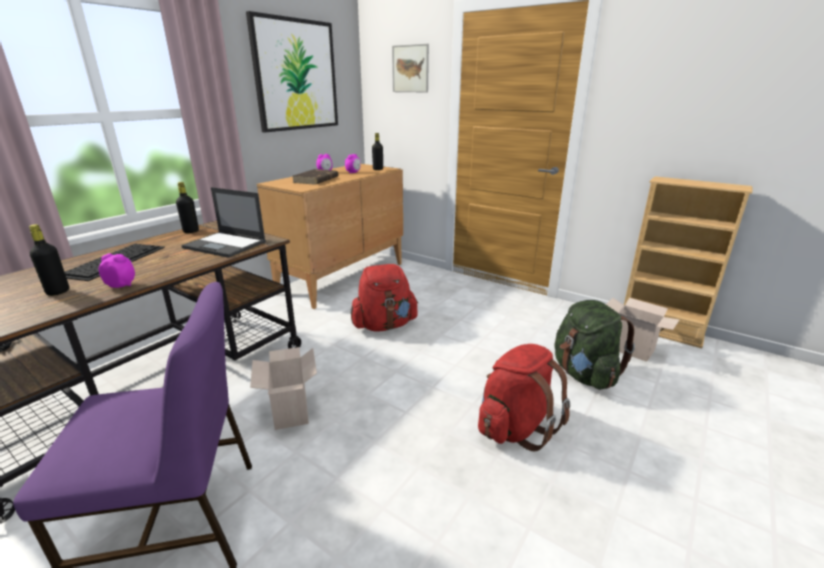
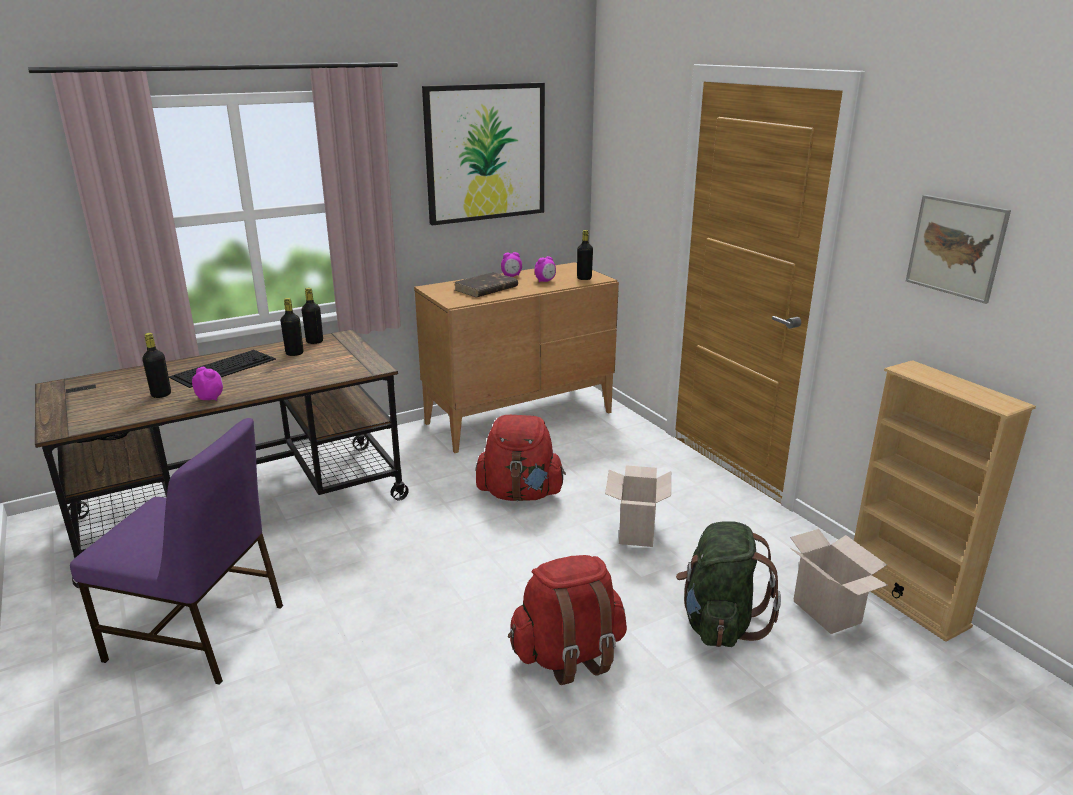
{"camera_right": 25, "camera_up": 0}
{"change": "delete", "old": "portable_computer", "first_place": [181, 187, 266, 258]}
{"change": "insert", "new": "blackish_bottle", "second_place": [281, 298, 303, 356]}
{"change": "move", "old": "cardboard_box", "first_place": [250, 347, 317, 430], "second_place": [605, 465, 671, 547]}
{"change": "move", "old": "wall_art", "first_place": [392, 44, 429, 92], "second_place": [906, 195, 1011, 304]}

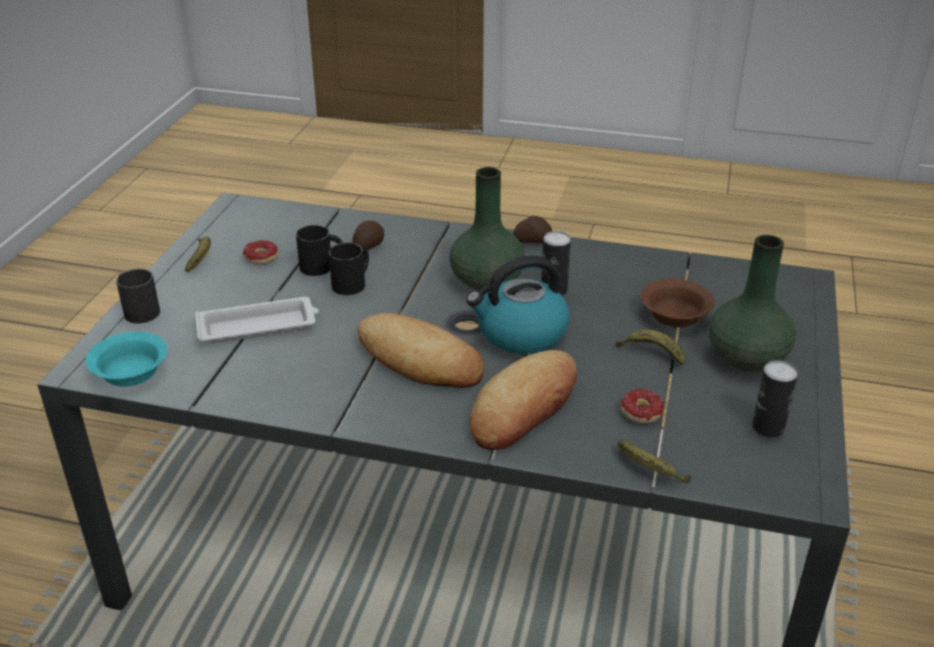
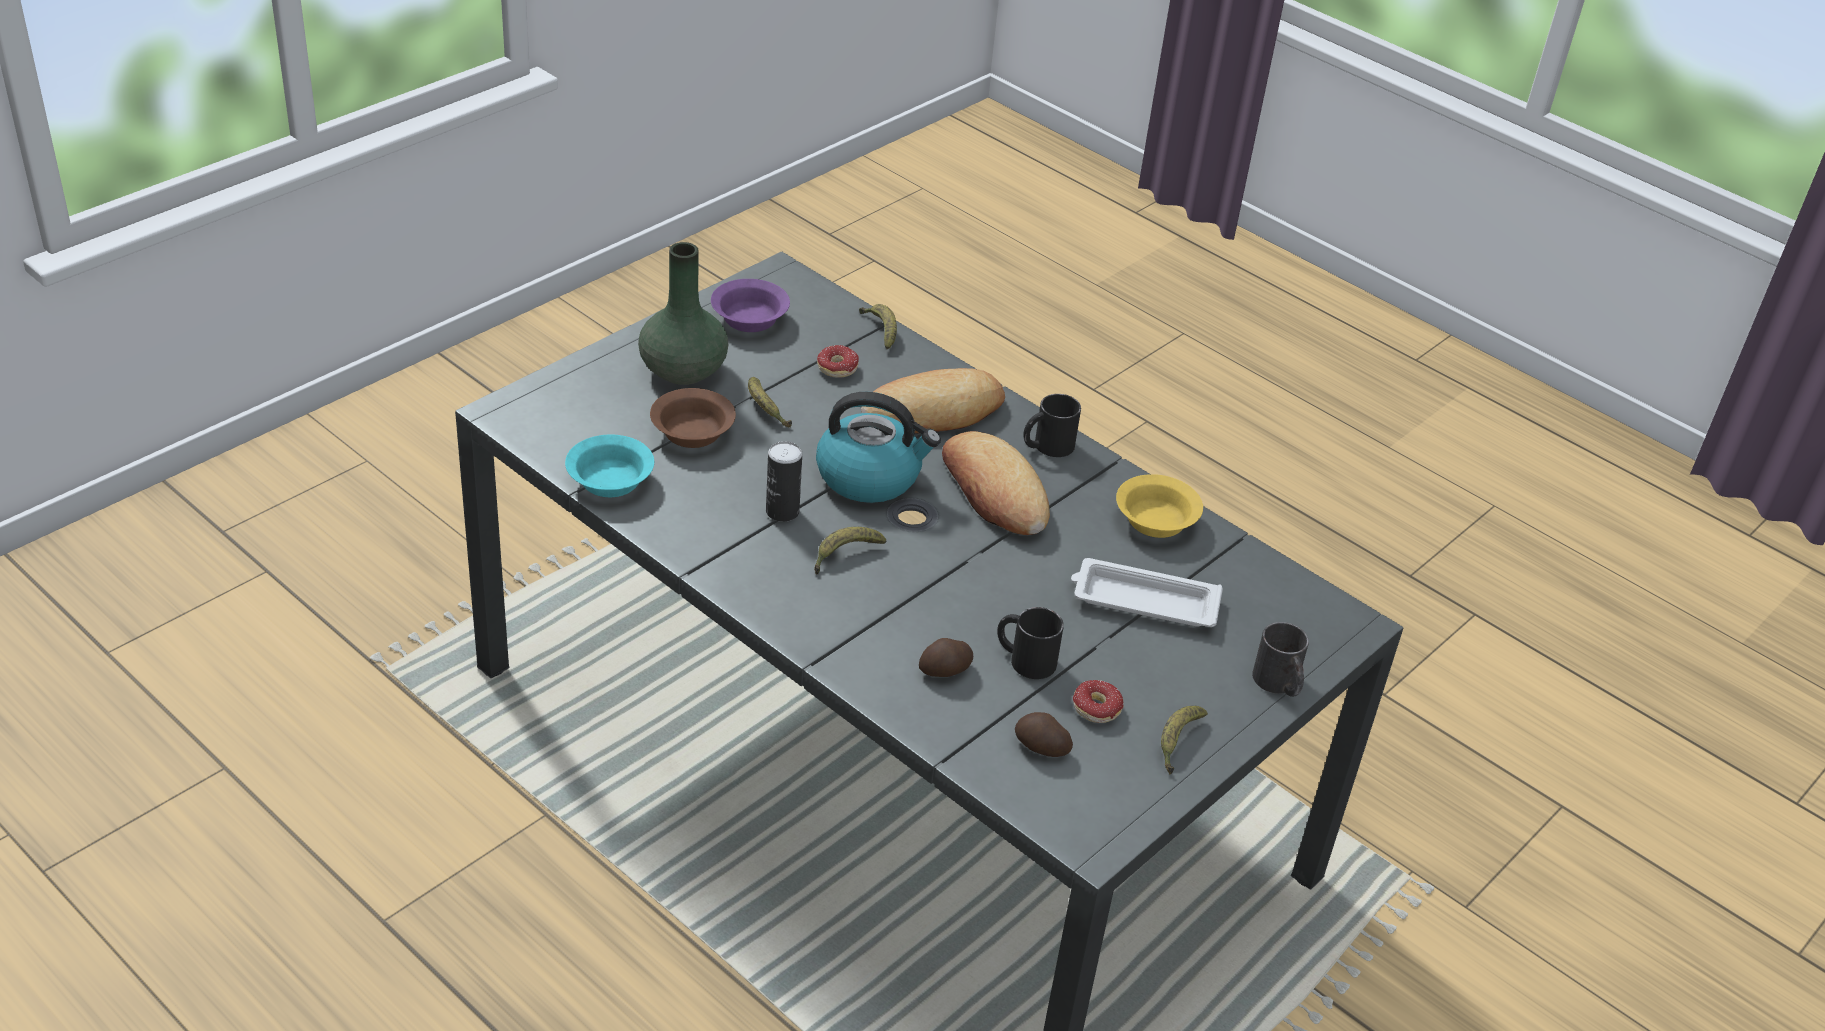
{"camera_right": -155, "camera_up": 5}
{"change": "insert", "new": "yellow_bowl", "second_place": [1116, 474, 1203, 538]}
{"change": "move", "old": "turquoise-coloured_bowl", "first_place": [86, 332, 167, 387], "second_place": [565, 435, 654, 497]}
{"change": "move", "old": "blackish_coffee_mug", "first_place": [329, 243, 369, 295], "second_place": [1023, 394, 1081, 457]}
{"change": "move", "old": "whole_potato", "first_place": [513, 216, 552, 243], "second_place": [1015, 712, 1073, 757]}
{"change": "replace", "old": "greenish_vase", "new": "whole_banana", "first_place": [449, 167, 525, 291], "second_place": [814, 527, 886, 575]}
{"change": "replace", "old": "can", "new": "purplish_bowl", "first_place": [752, 360, 798, 437], "second_place": [711, 279, 790, 332]}

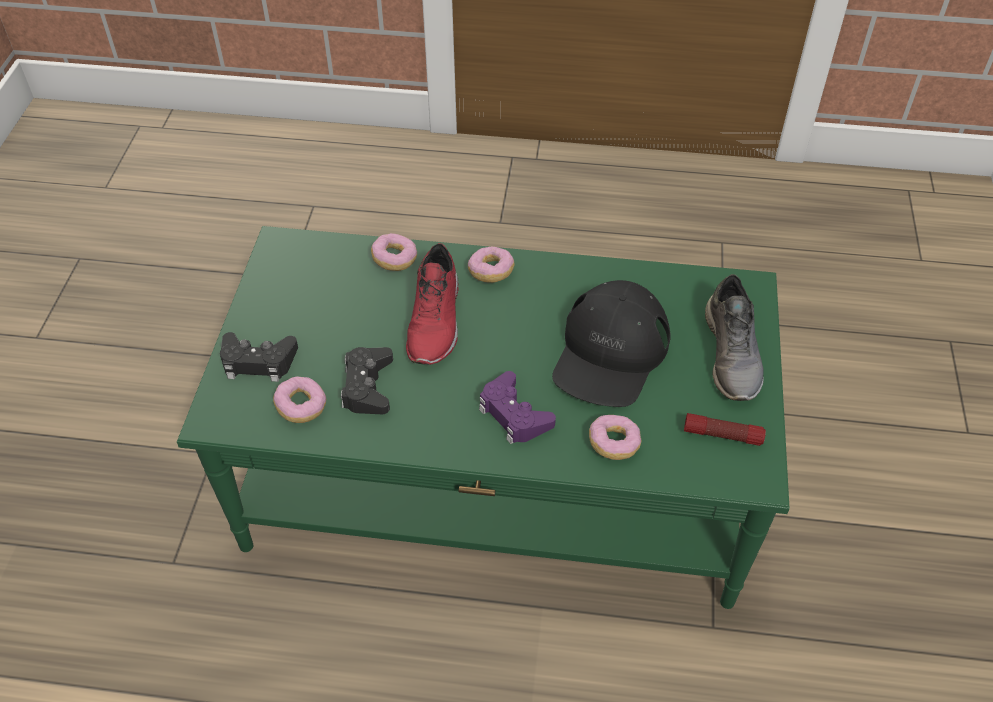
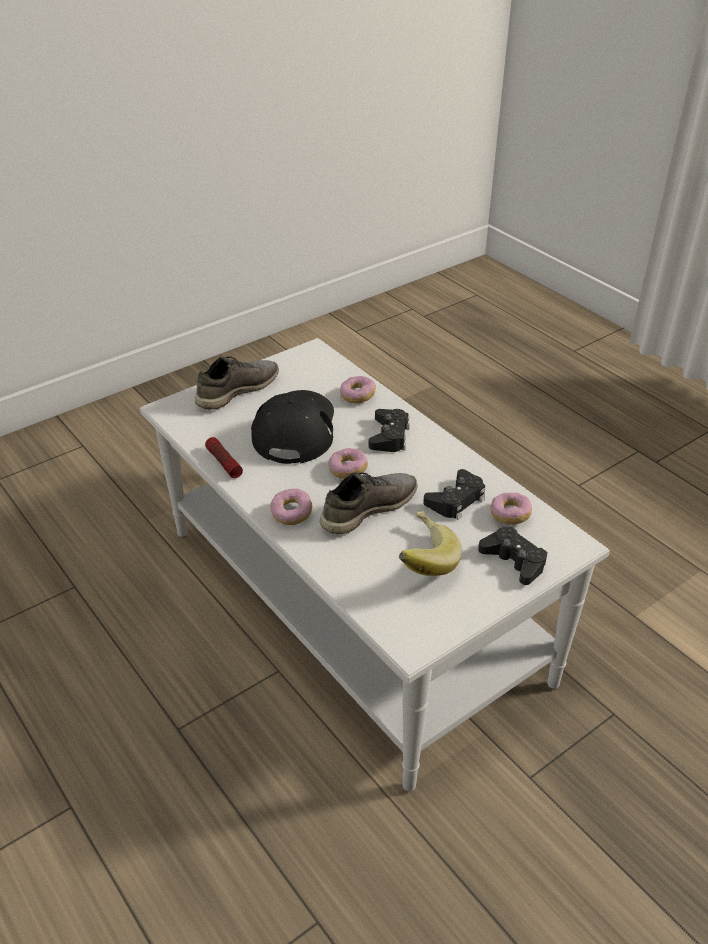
{"camera_right": -135, "camera_up": -10}
{"change": "insert", "new": "whole_banana", "second_place": [399, 511, 462, 576]}
{"change": "move", "old": "donut", "first_place": [371, 233, 417, 271], "second_place": [328, 448, 368, 479]}
{"change": "move", "old": "torch", "first_place": [684, 413, 766, 446], "second_place": [205, 437, 243, 478]}
{"change": "recolor", "old": "greenish_lounge_table", "new": "white-coloured_lounge_table", "first_place": [177, 226, 790, 609], "second_place": [140, 338, 610, 792]}
{"change": "recolor", "old": "reddish_item_of_footwear", "new": "gray_item_of_footwear", "first_place": [406, 243, 459, 365], "second_place": [320, 472, 418, 534]}
{"change": "recolor", "old": "purplish_gamepad", "new": "blackish_gamepad", "first_place": [479, 371, 556, 444], "second_place": [368, 409, 410, 452]}
{"change": "rotate", "old": "blackish_cap", "first_place": [552, 280, 671, 407], "second_place": [251, 390, 334, 464], "degrees": -60}

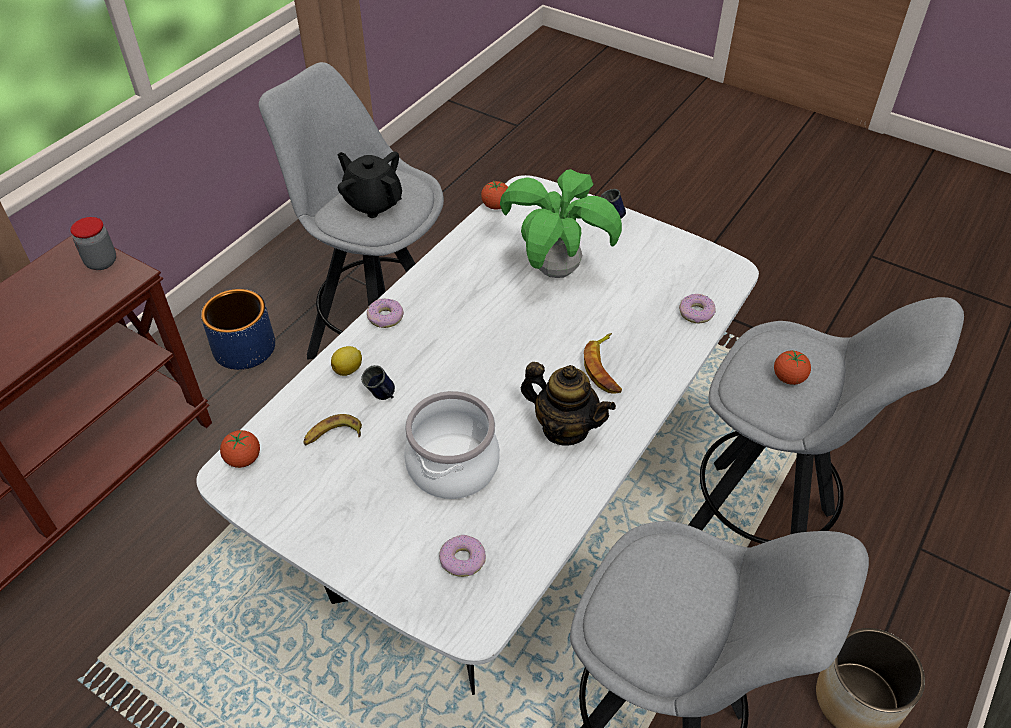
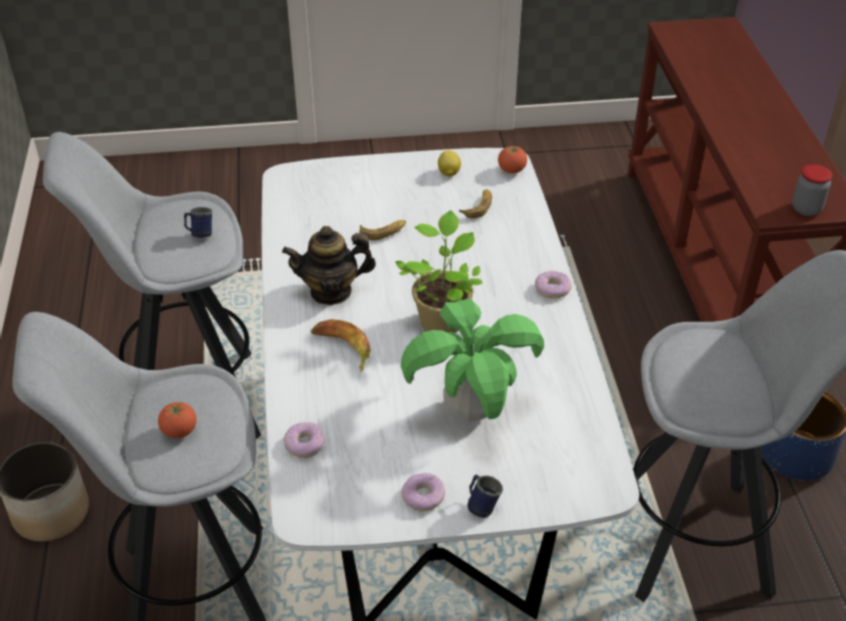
{"camera_right": 140, "camera_up": -5}
{"change": "delete", "old": "blackish_pot_for_tea", "first_place": [337, 152, 402, 218]}
{"change": "delete", "old": "fresh_tomato", "first_place": [481, 181, 508, 210]}
{"change": "insert", "new": "plant_in_a_pot", "second_place": [395, 210, 482, 333]}
{"change": "move", "old": "lemon", "first_place": [331, 346, 362, 376], "second_place": [438, 150, 461, 176]}
{"change": "move", "old": "blue-coloured_coffee_mug", "first_place": [361, 365, 395, 400], "second_place": [184, 207, 212, 238]}
{"change": "move", "old": "donut", "first_place": [439, 535, 486, 577], "second_place": [401, 473, 445, 511]}
{"change": "replace", "old": "saucepot", "new": "whole_banana", "first_place": [404, 391, 500, 499], "second_place": [359, 220, 406, 241]}

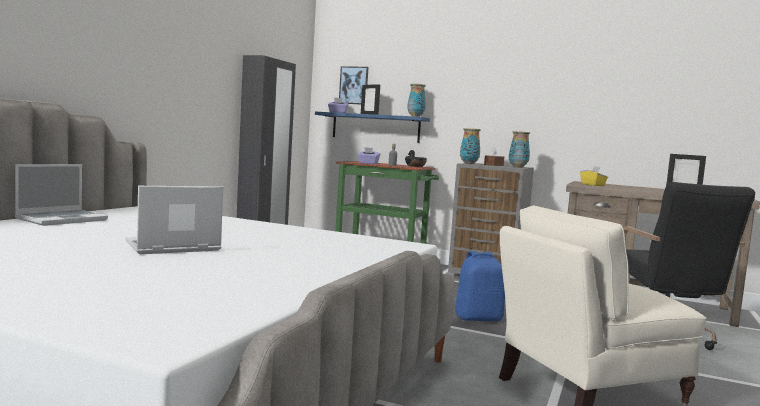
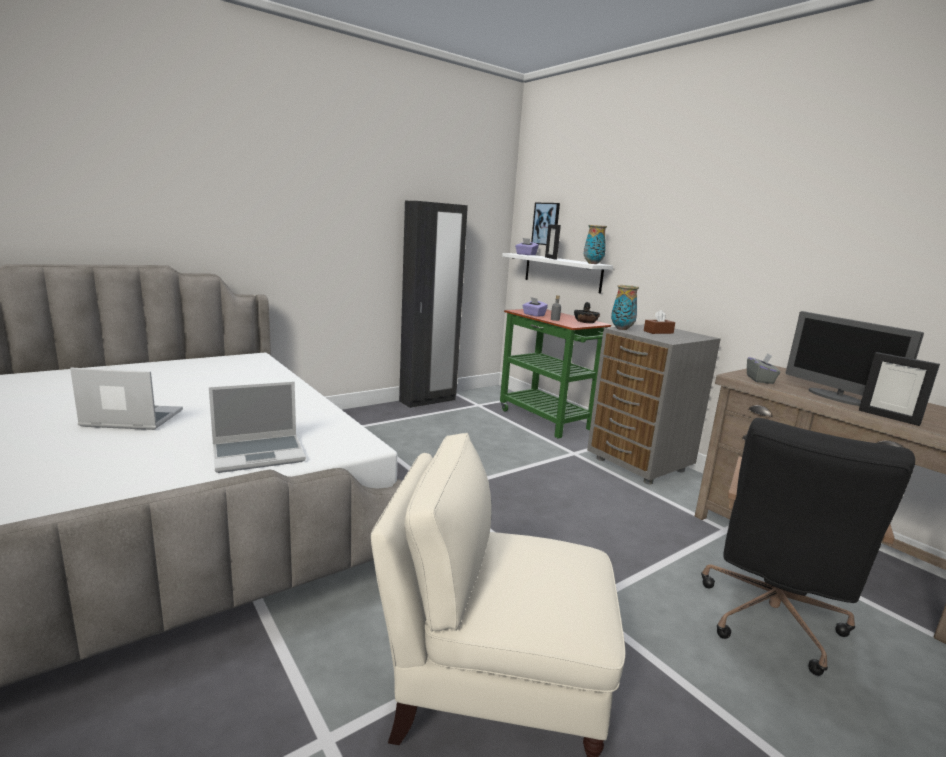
{"camera_right": 30, "camera_up": 10}
{"change": "delete", "old": "blue-coloured_backpack", "first_place": [455, 251, 505, 321]}
{"change": "delete", "old": "vase", "first_place": [509, 131, 530, 168]}
{"change": "insert", "new": "computer_display", "second_place": [785, 311, 924, 406]}
{"change": "move", "old": "portable_computer", "first_place": [15, 164, 108, 226], "second_place": [209, 382, 306, 473]}
{"change": "recolor", "old": "blue-coloured_wall_shelf", "new": "white-coloured_wall_shelf", "first_place": [315, 112, 430, 143], "second_place": [502, 253, 613, 294]}
{"change": "recolor", "old": "yellow_tissue_holder", "new": "gray_tissue_holder", "first_place": [580, 166, 608, 186], "second_place": [747, 353, 780, 384]}

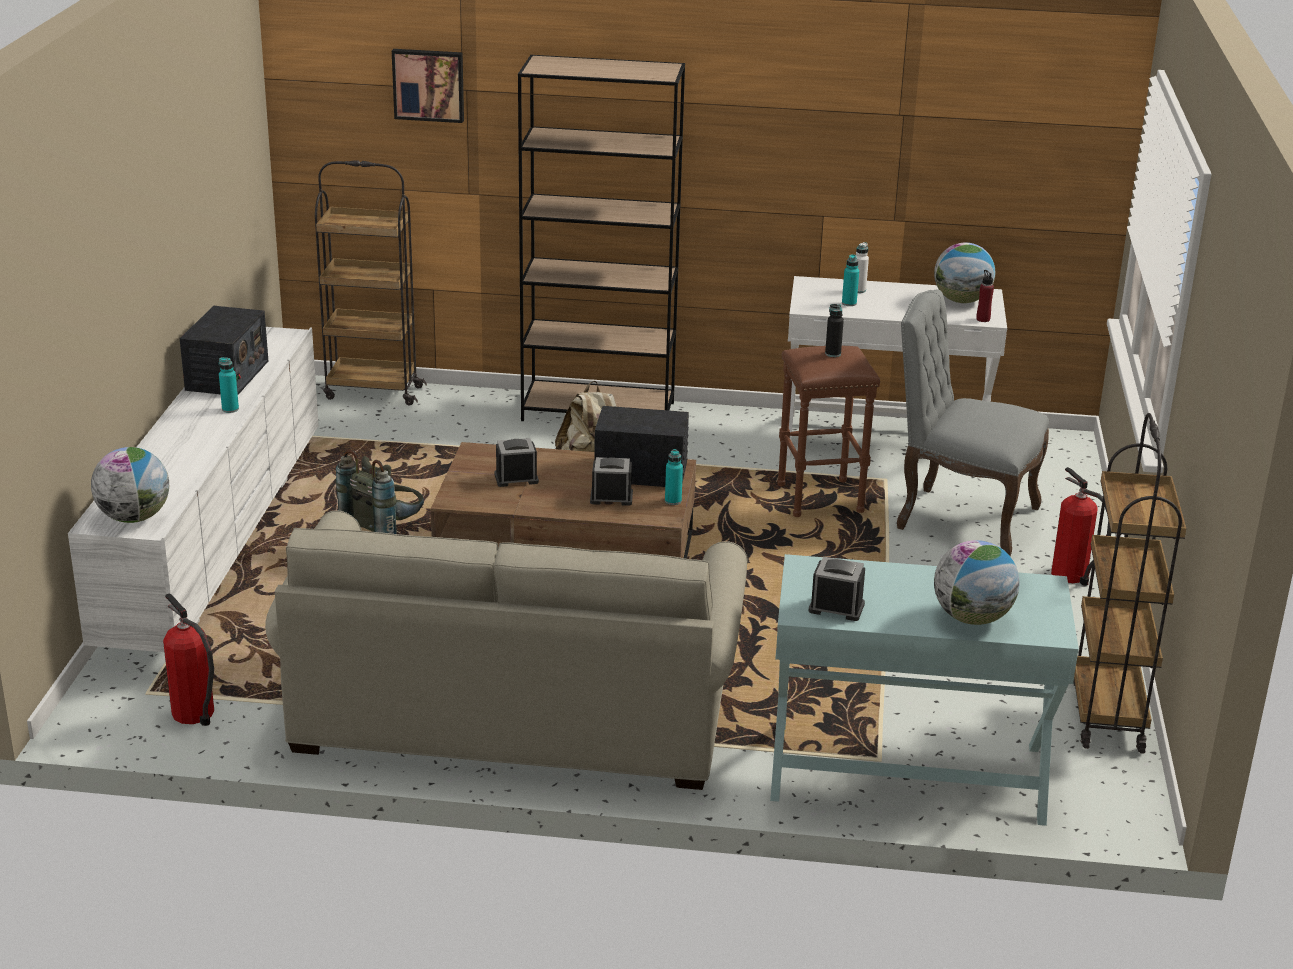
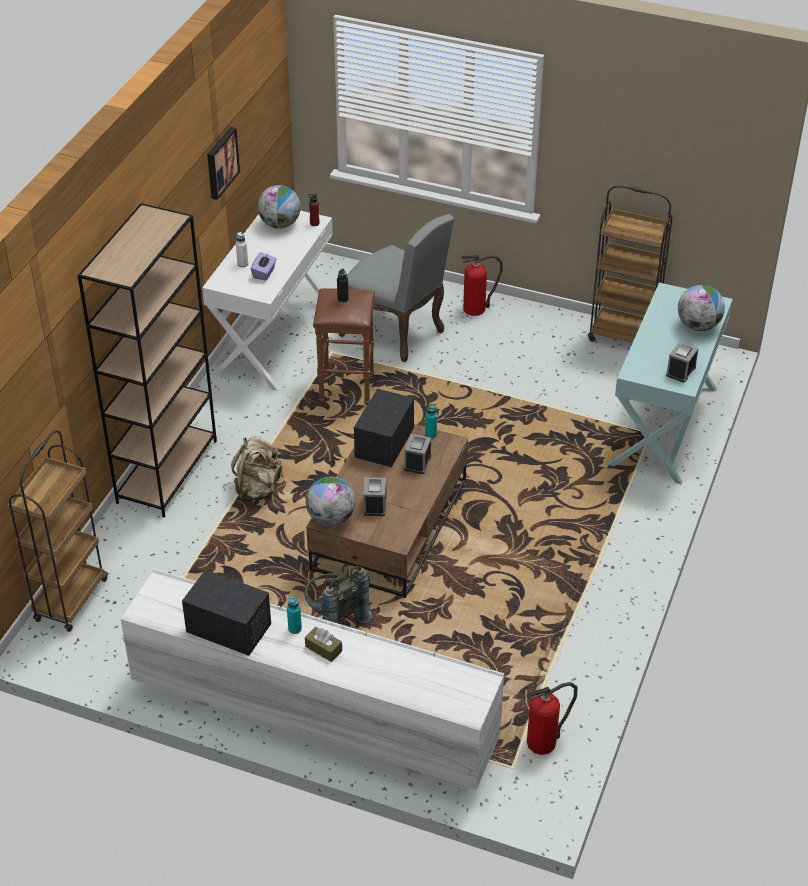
{"camera_right": -75, "camera_up": 15}
{"change": "delete", "old": "sand-coloured_couch", "first_place": [265, 510, 748, 790]}
{"change": "insert", "new": "brown-coloured_tissue_holder", "second_place": [305, 627, 342, 662]}
{"change": "move", "old": "globe", "first_place": [91, 447, 169, 523], "second_place": [306, 477, 356, 526]}
{"change": "move", "old": "wall_art", "first_place": [392, 49, 464, 123], "second_place": [207, 127, 240, 200]}
{"change": "replace", "old": "turquoise-coloured_bottle", "new": "purplish_tissue_holder", "first_place": [842, 254, 859, 306], "second_place": [251, 252, 276, 281]}
{"change": "rotate", "old": "gray_chair", "first_place": [897, 289, 1049, 556], "second_place": [339, 214, 454, 362], "degrees": -90}

